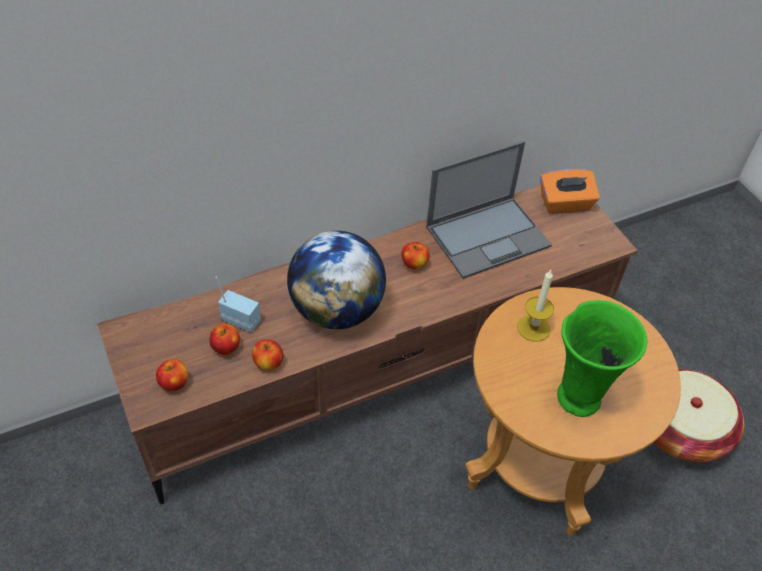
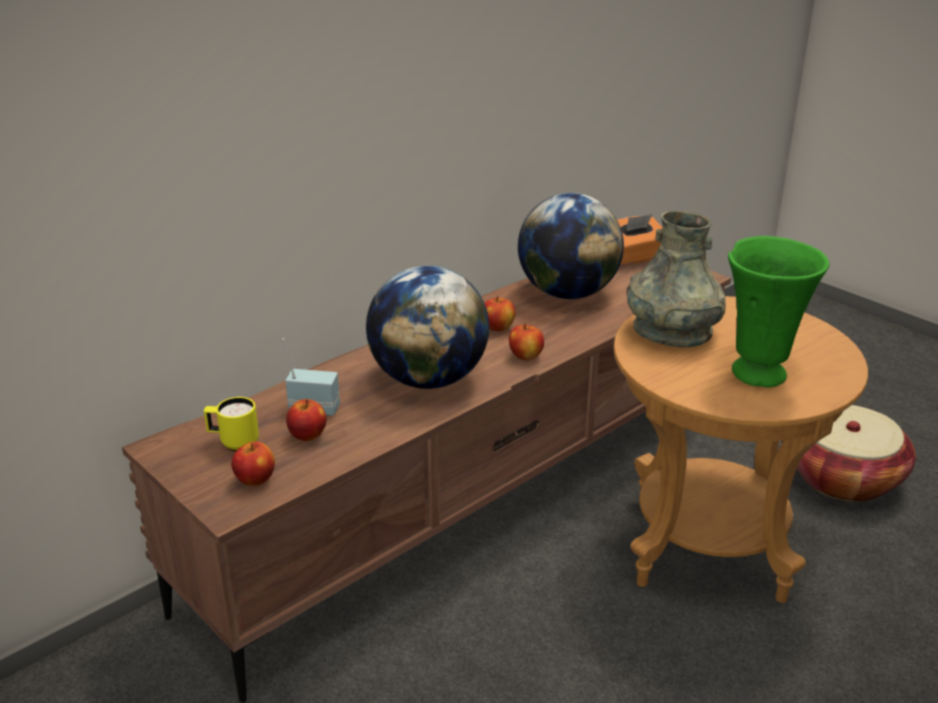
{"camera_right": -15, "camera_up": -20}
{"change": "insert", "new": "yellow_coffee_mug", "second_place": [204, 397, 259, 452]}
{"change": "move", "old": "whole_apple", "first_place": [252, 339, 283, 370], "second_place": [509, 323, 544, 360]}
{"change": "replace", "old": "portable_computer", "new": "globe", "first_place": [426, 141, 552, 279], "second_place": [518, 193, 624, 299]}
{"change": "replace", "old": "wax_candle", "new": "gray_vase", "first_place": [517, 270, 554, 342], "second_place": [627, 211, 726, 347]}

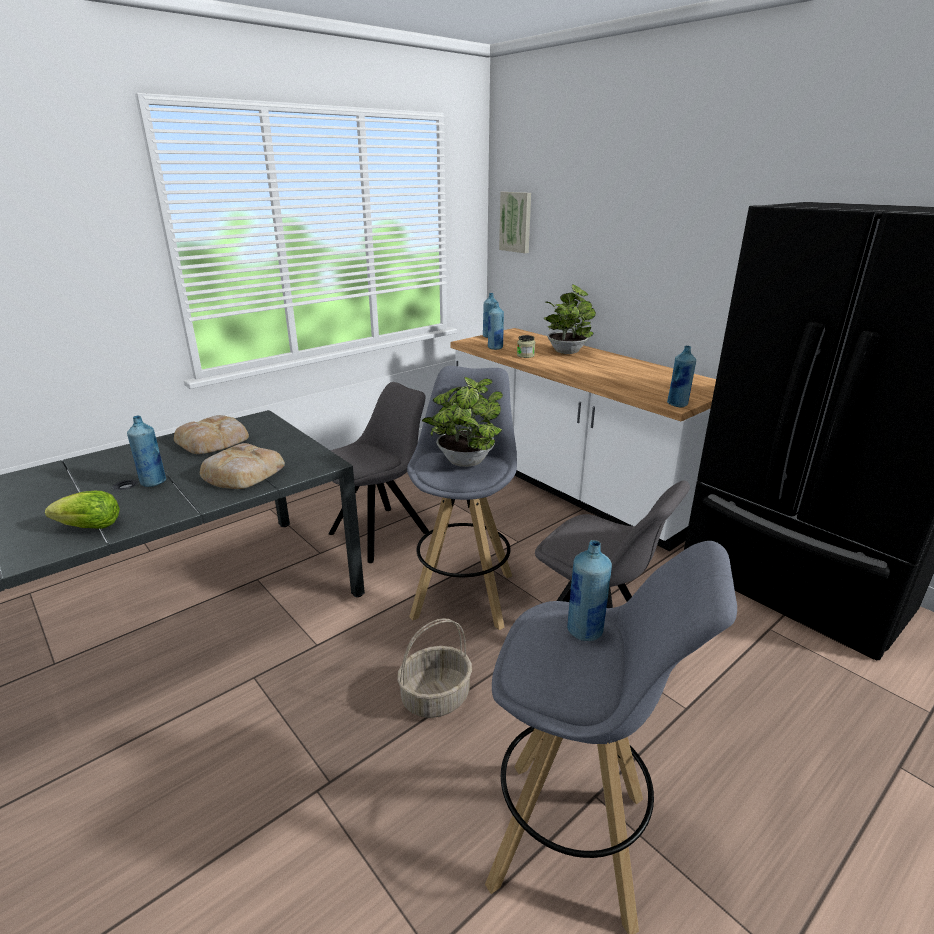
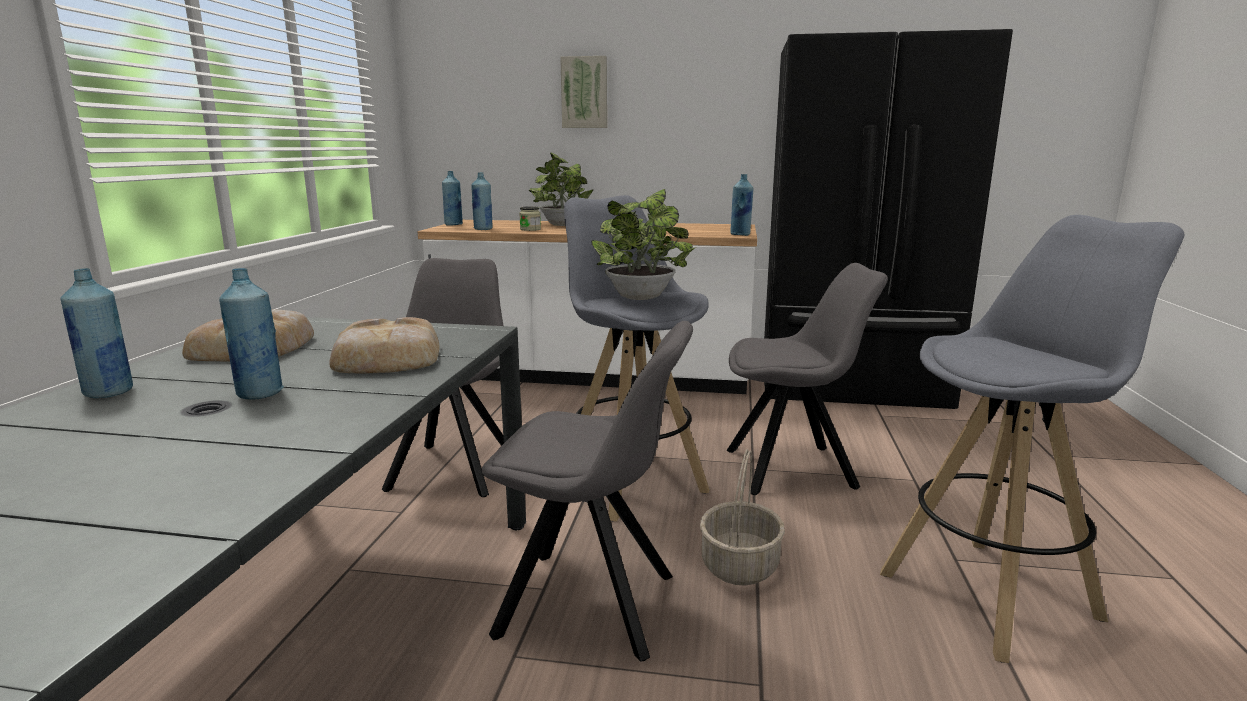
{"camera_right": -40, "camera_up": -10}
{"change": "delete", "old": "head_of_lettuce", "first_place": [45, 491, 120, 529]}
{"change": "insert", "new": "gray_chair", "second_place": [482, 321, 693, 662]}
{"change": "move", "old": "wall_art", "first_place": [499, 192, 531, 253], "second_place": [560, 56, 607, 128]}
{"change": "move", "old": "blue-coloured_bottle", "first_place": [567, 540, 612, 641], "second_place": [60, 268, 133, 398]}

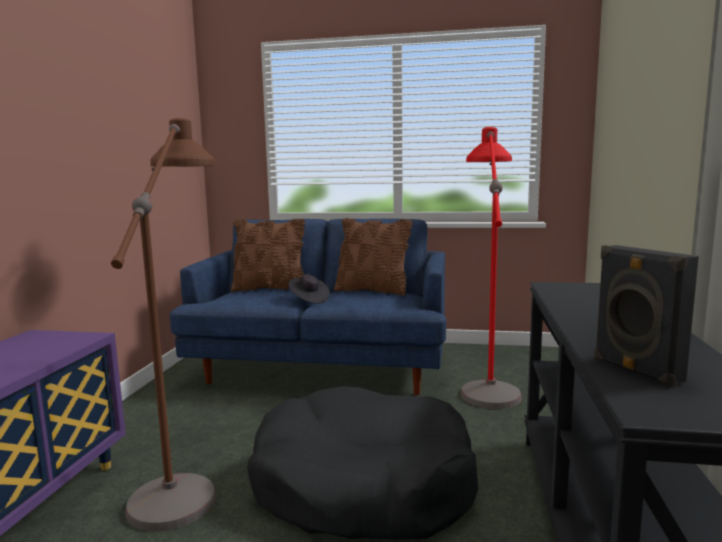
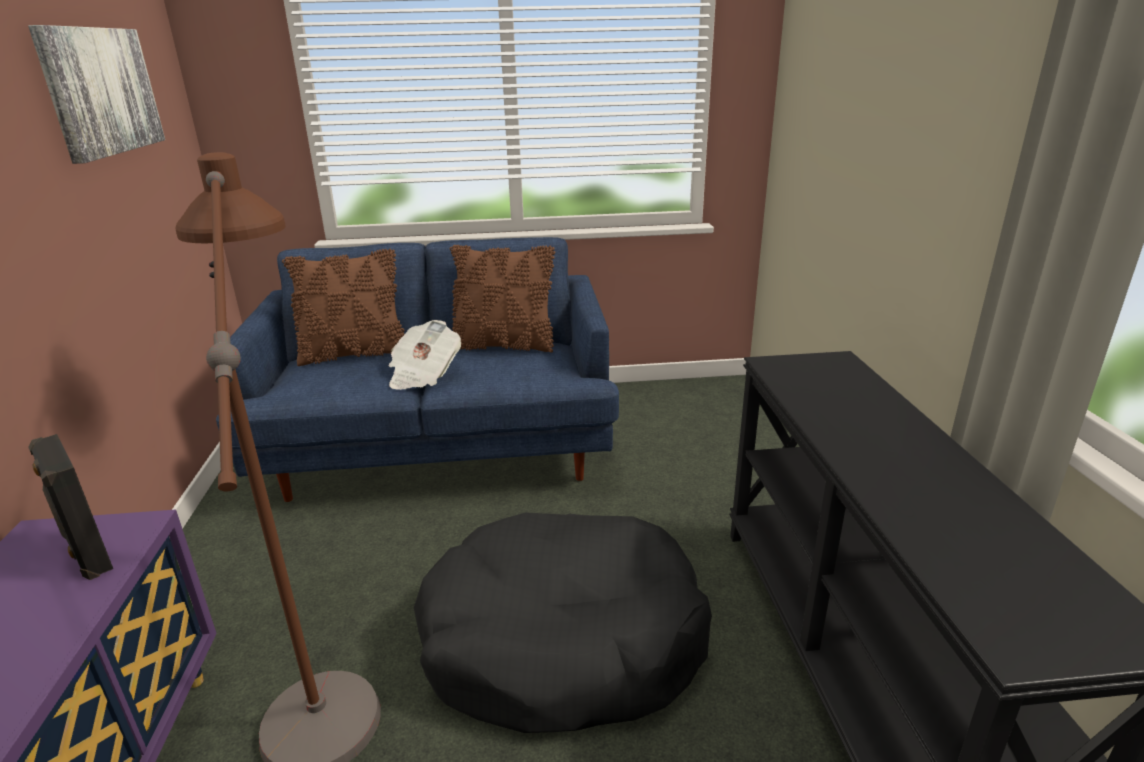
{"camera_right": -15, "camera_up": 15}
{"change": "delete", "old": "reddish_floor_lamp", "first_place": [461, 127, 522, 409]}
{"change": "insert", "new": "wall_art", "second_place": [28, 25, 165, 164]}
{"change": "move", "old": "blackish_audio_speaker", "first_place": [594, 245, 699, 388], "second_place": [28, 434, 113, 580]}
{"change": "replace", "old": "blackish_wearable_hat", "new": "daily_paper", "first_place": [288, 274, 330, 304], "second_place": [388, 320, 461, 390]}

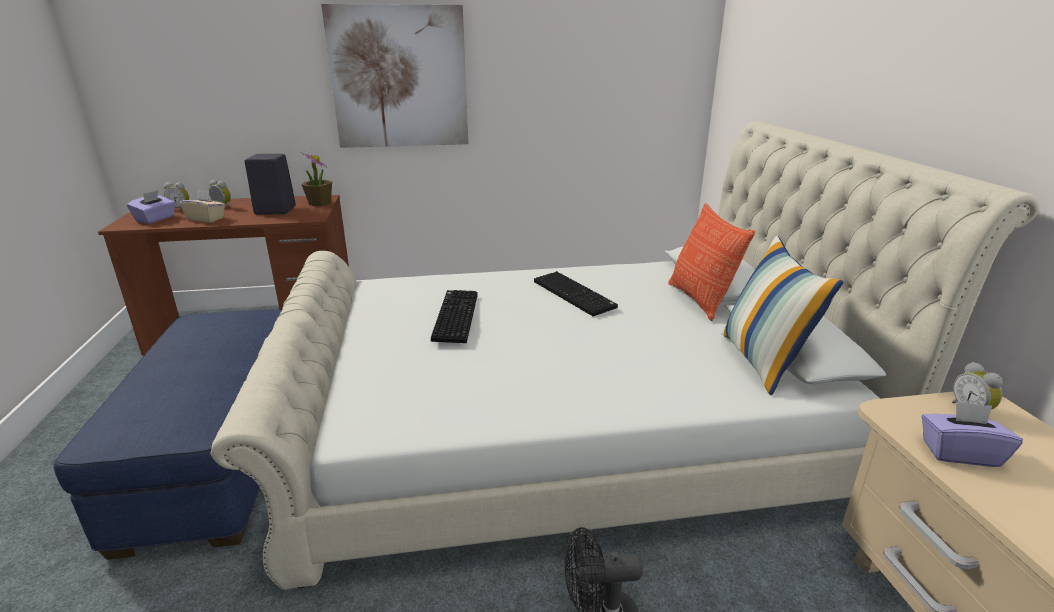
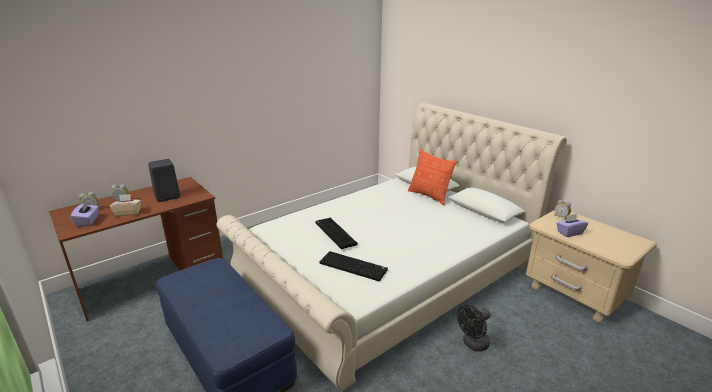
{"camera_right": -30, "camera_up": 0}
{"change": "delete", "old": "plant_in_a_pot", "first_place": [302, 152, 332, 206]}
{"change": "delete", "old": "wall_art", "first_place": [321, 4, 468, 148]}
{"change": "delete", "old": "pillow", "first_place": [722, 236, 844, 396]}
{"change": "move", "old": "keyboard", "first_place": [534, 271, 618, 316], "second_place": [319, 251, 388, 281]}

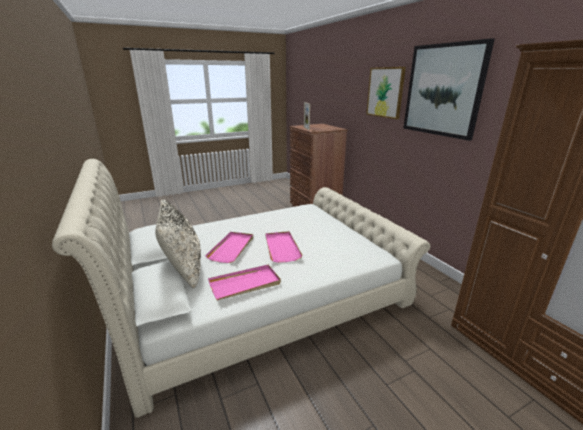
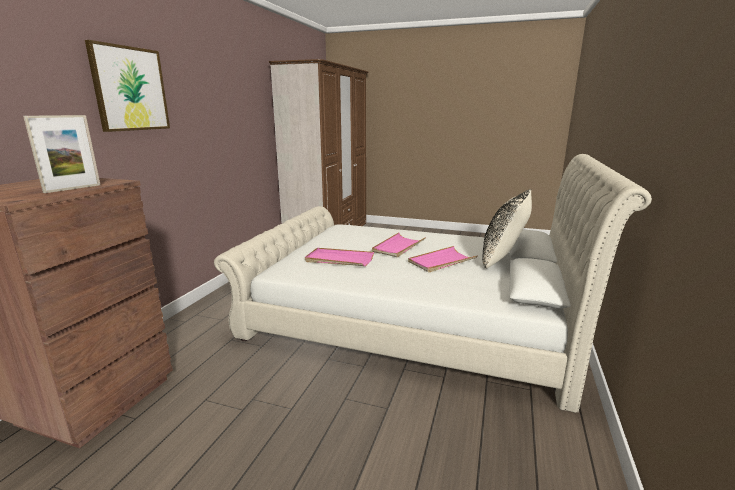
{"camera_right": -135, "camera_up": -5}
{"change": "delete", "old": "wall_art", "first_place": [403, 38, 495, 141]}
{"change": "move", "old": "pink_tray", "first_place": [208, 265, 281, 301], "second_place": [305, 248, 374, 266]}

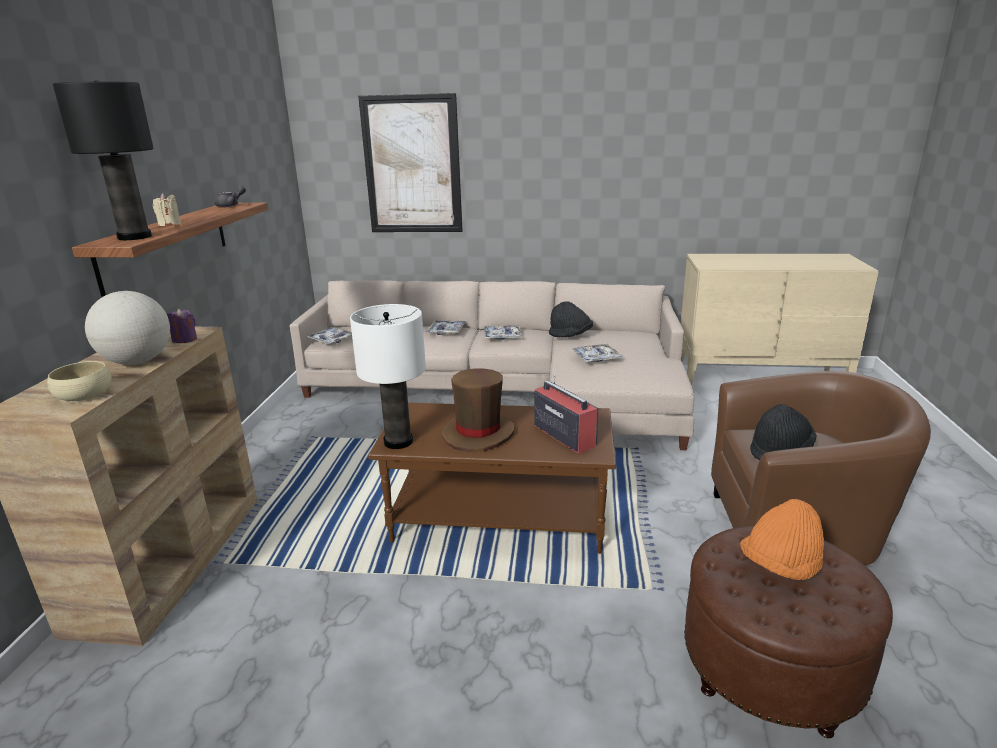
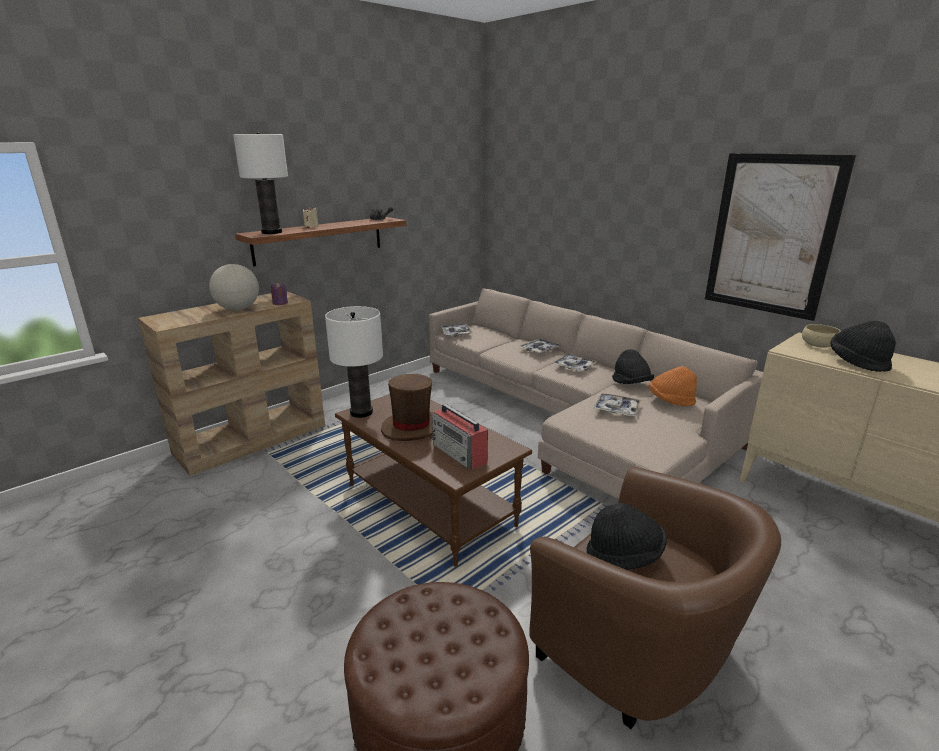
{"camera_right": 40, "camera_up": 0}
{"change": "insert", "new": "blackish_wearable_hat", "second_place": [831, 321, 896, 372]}
{"change": "move", "old": "sand-coloured_bowl", "first_place": [47, 361, 112, 401], "second_place": [802, 324, 841, 348]}
{"change": "move", "old": "wall_art", "first_place": [358, 93, 463, 232], "second_place": [705, 153, 856, 321]}
{"change": "move", "old": "orangey_wearable_hat", "first_place": [740, 499, 824, 580], "second_place": [649, 366, 697, 406]}
{"change": "recolor", "old": "blackish_lamp_for_a_table", "new": "white-coloured_lamp_for_a_table", "first_place": [53, 80, 154, 240], "second_place": [233, 133, 288, 234]}
{"change": "rotate", "old": "radio_receiver", "first_place": [534, 374, 598, 454], "second_place": [432, 404, 488, 470], "degrees": 135}

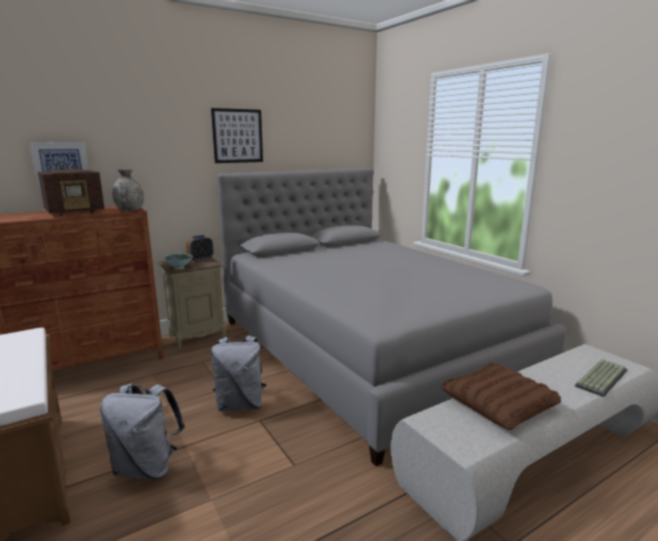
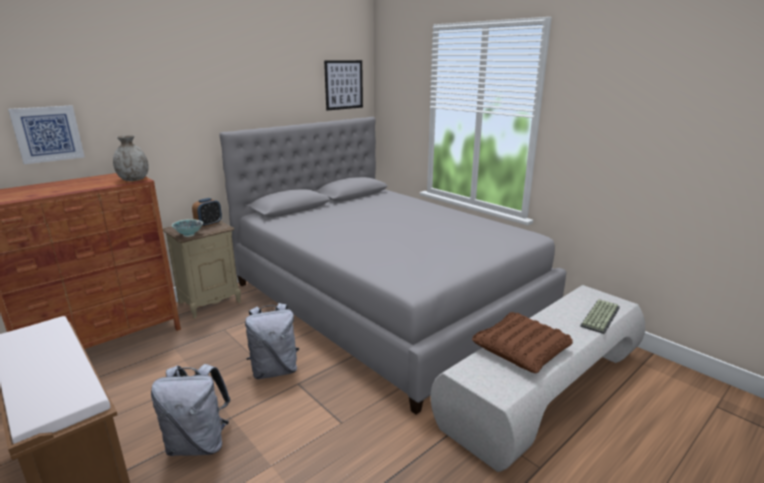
{"camera_right": -10, "camera_up": 5}
{"change": "delete", "old": "radio_receiver", "first_place": [38, 169, 105, 216]}
{"change": "move", "old": "wall_art", "first_place": [211, 108, 263, 163], "second_place": [324, 60, 363, 111]}

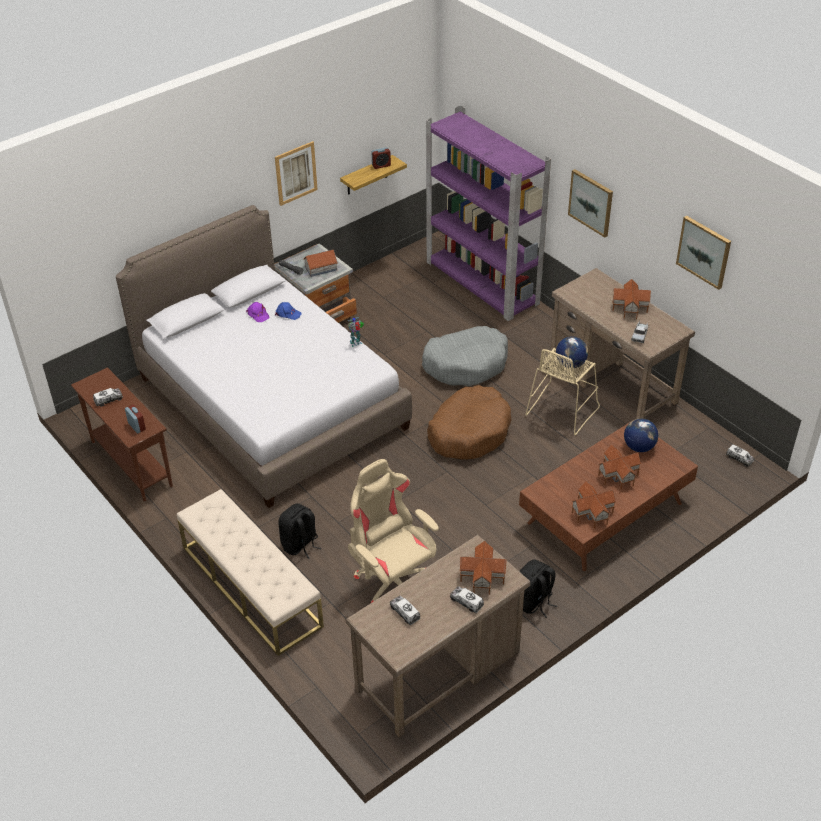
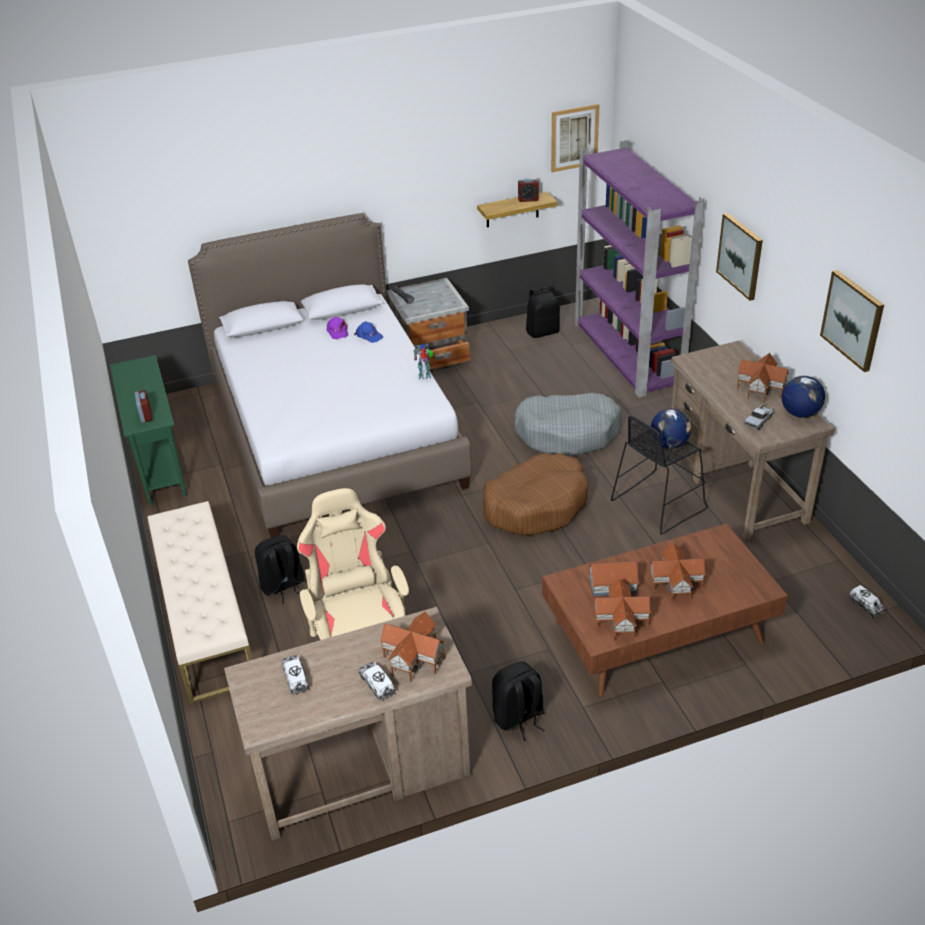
{"camera_right": 20, "camera_up": -5}
{"change": "delete", "old": "toy_lorry", "first_place": [93, 388, 123, 407]}
{"change": "insert", "new": "blackish_backpack", "second_place": [526, 286, 560, 338]}
{"change": "move", "old": "wall_art", "first_place": [275, 141, 318, 206], "second_place": [551, 104, 600, 172]}
{"change": "move", "old": "model_house", "first_place": [303, 250, 338, 277], "second_place": [588, 561, 640, 596]}
{"change": "move", "old": "globe", "first_place": [624, 419, 658, 452], "second_place": [782, 376, 825, 418]}
{"change": "recolor", "old": "brown-coloured_console_table", "new": "greenish_console_table", "first_place": [71, 367, 173, 502], "second_place": [110, 355, 187, 506]}
{"change": "recolor", "old": "sand-coloured_stool_seat", "new": "blackish_stool_seat", "first_place": [525, 348, 600, 435], "second_place": [611, 416, 707, 535]}

